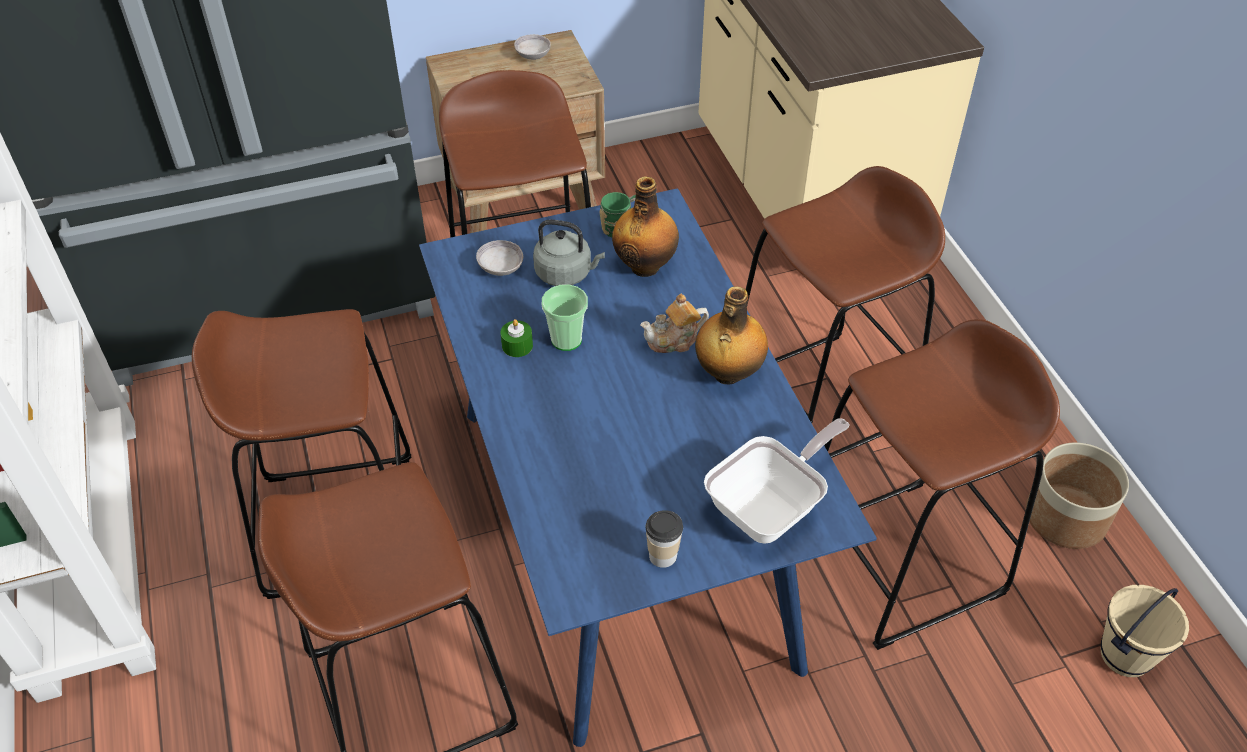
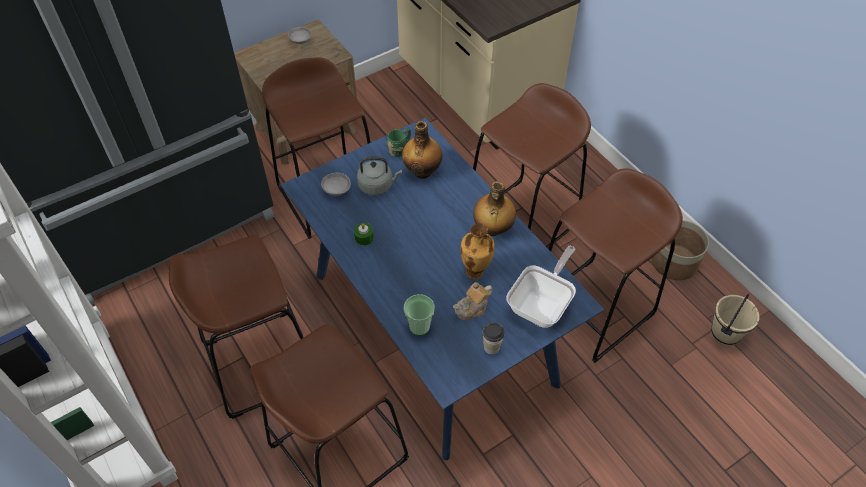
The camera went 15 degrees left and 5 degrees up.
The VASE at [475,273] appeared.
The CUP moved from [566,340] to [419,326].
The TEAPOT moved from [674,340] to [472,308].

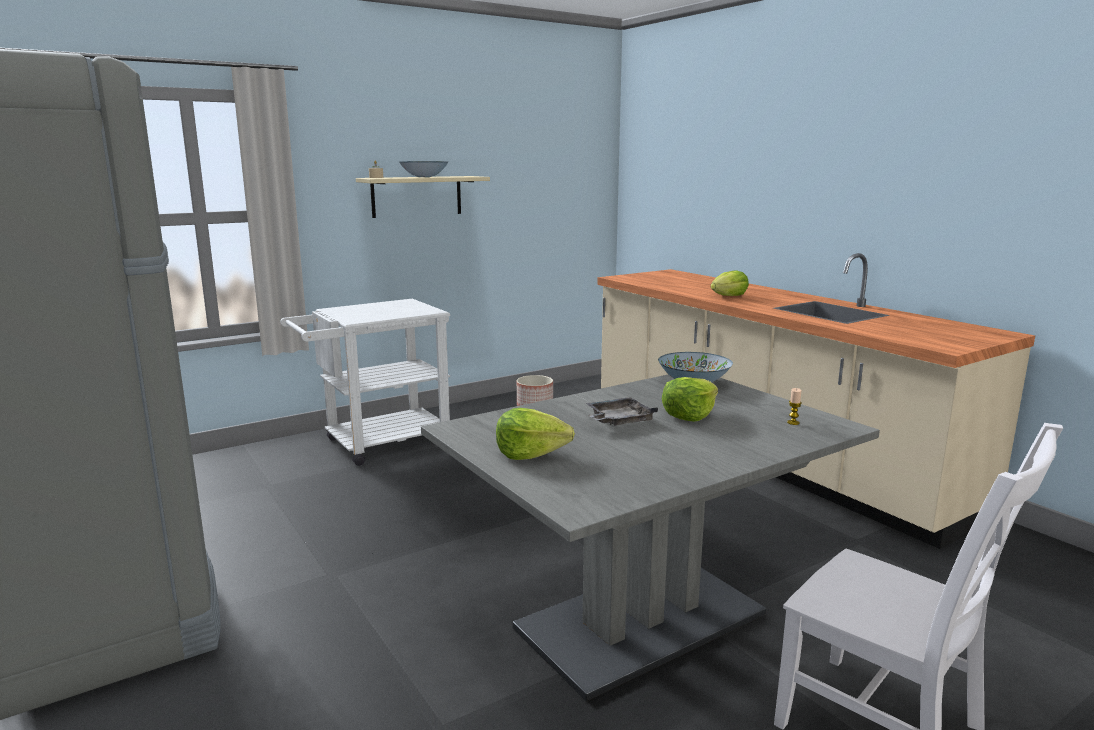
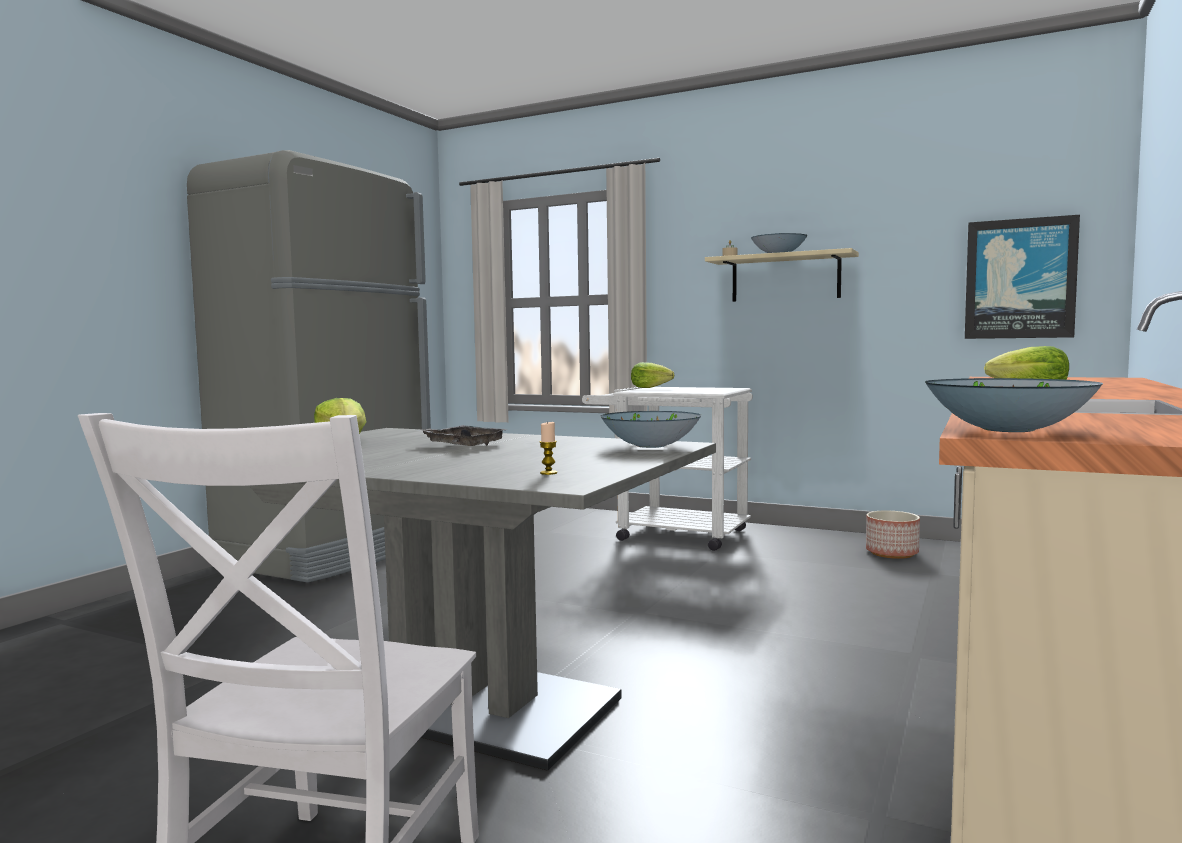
The camera went 60 degrees right and 10 degrees down.
The BOWL at [1008,430] appeared.
The PICTURE at [1020,279] appeared.
The LETTUCE moved from [689,415] to [650,387].

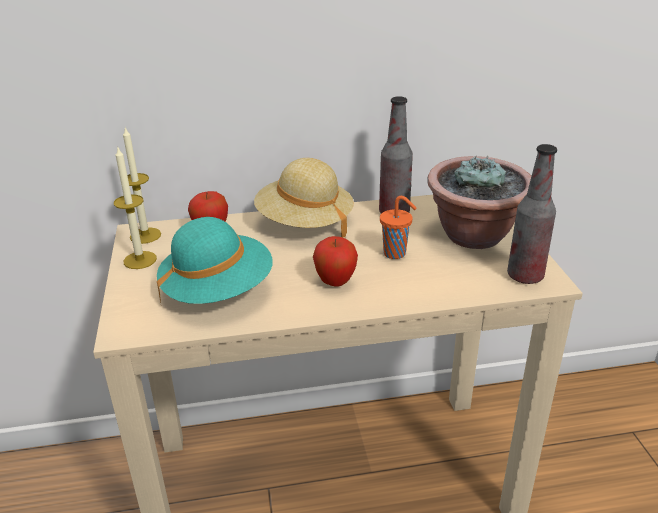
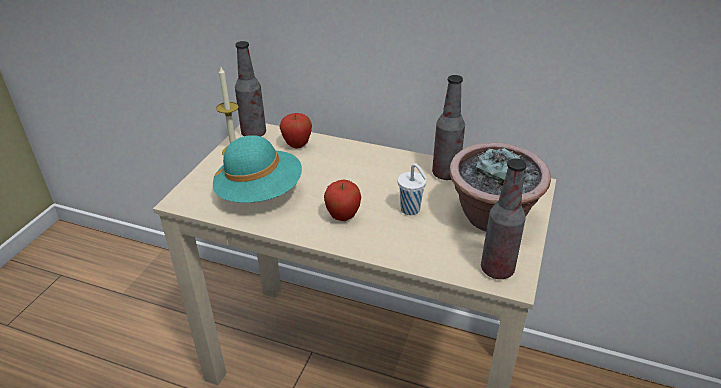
The camera went 30 degrees right and 5 degrees up.
The BEIGE HAT at [304,223] disappeared.
The CANDLE at [145,235] was replaced by the BOTTLE at [254,133].
The ORANGE CUP at [396,254] became the WHITE CUP at [411,210].

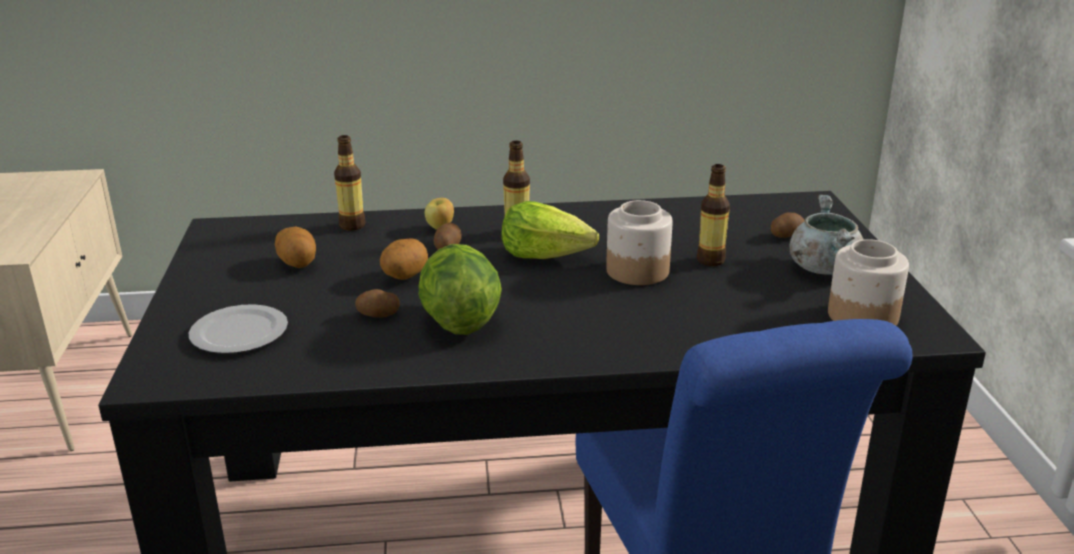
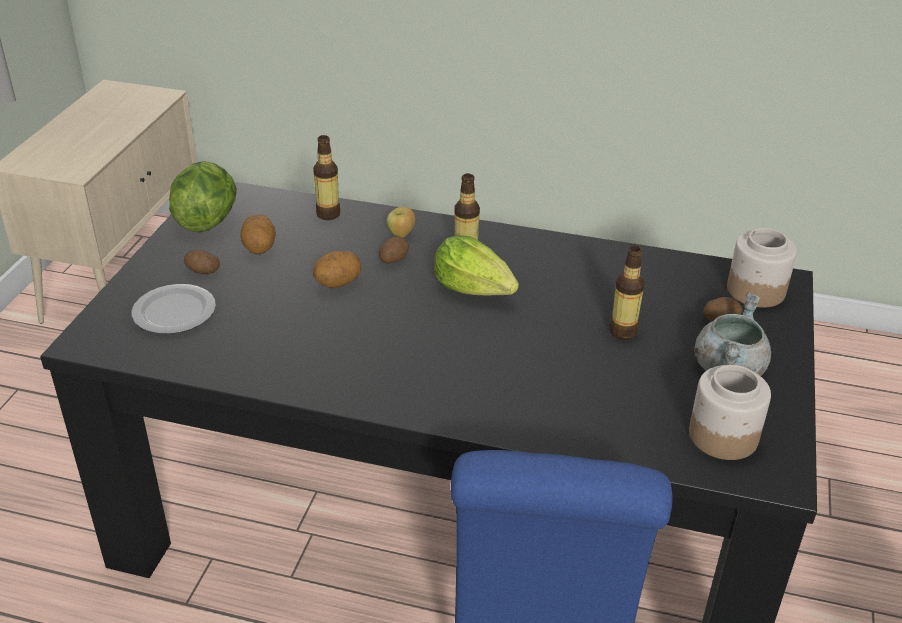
The camera went 20 degrees right and 10 degrees up.
The POTATO moved from [378,315] to [202,271].
The LETTUCE moved from [458,321] to [207,220].
The JAR moved from [636,271] to [755,290].

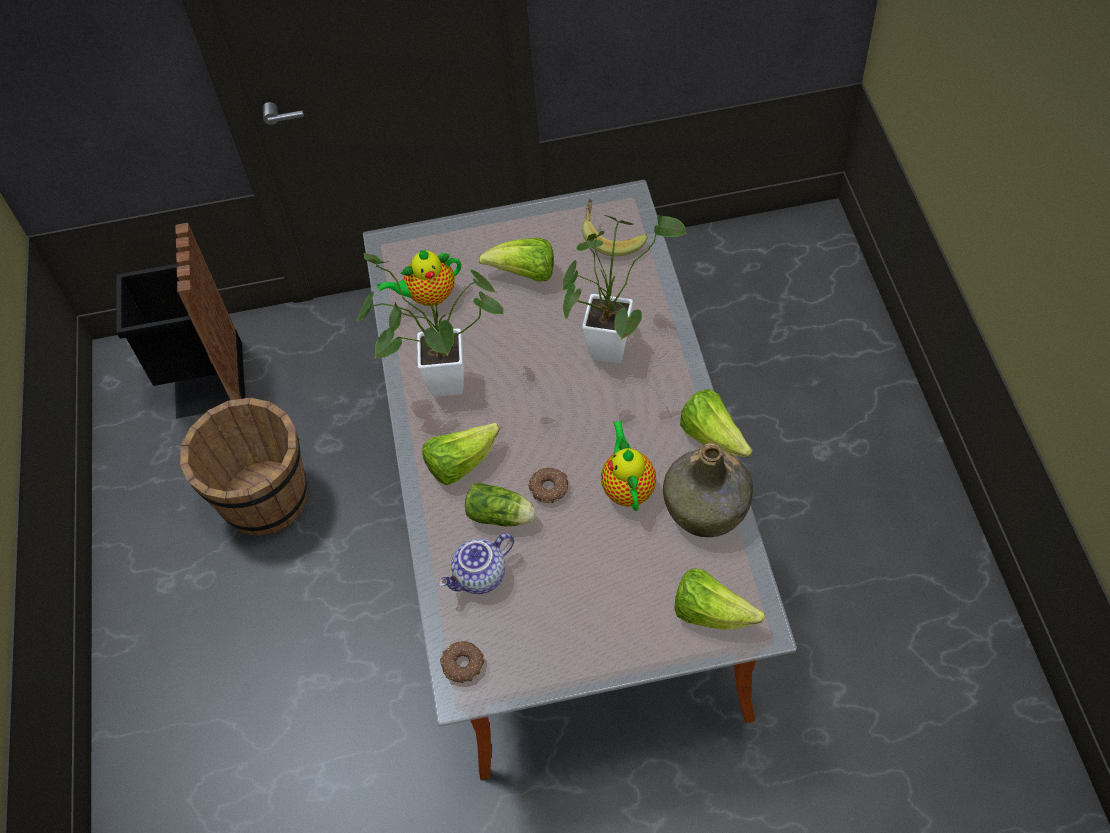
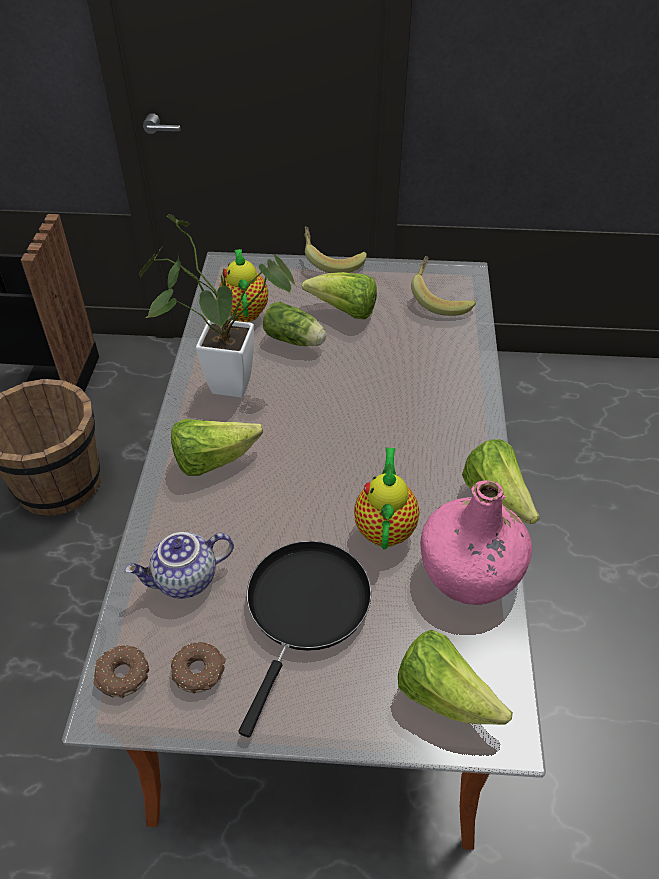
The camera went 10 degrees right and 10 degrees down.
The POTTED PLANT at [611,343] disappeared.
The BLACK FRYING PAN at [305,609] appeared.
The BANANA at [332,262] appeared.
The LETTUCE moved from [502,516] to [296,340].
The DONUT moved from [549,488] to [199,671].
The GREEN BOTTLE at [707,507] became the PINK BOTTLE at [471,570].
The TEAPOT at [428,296] turned 90 degrees clockwise.

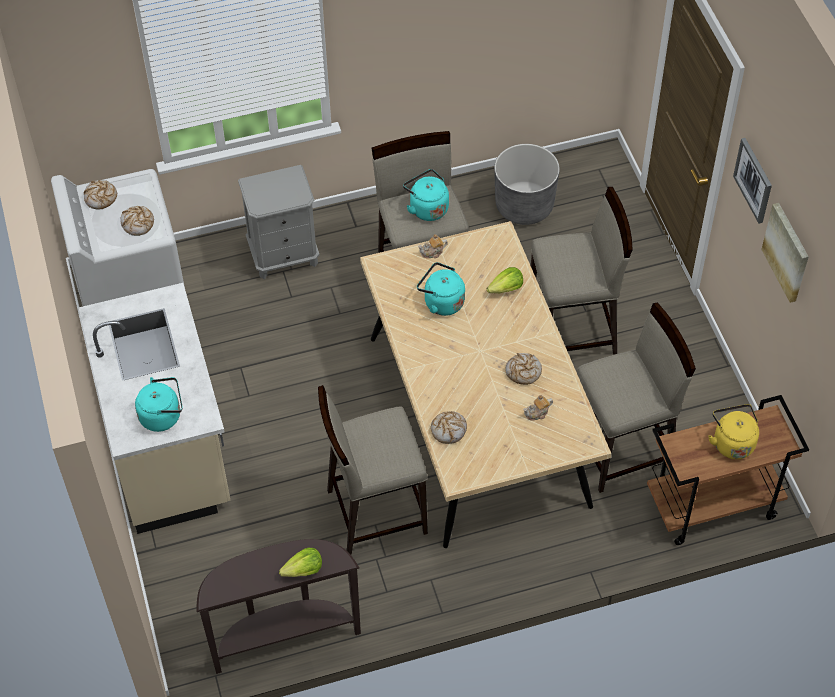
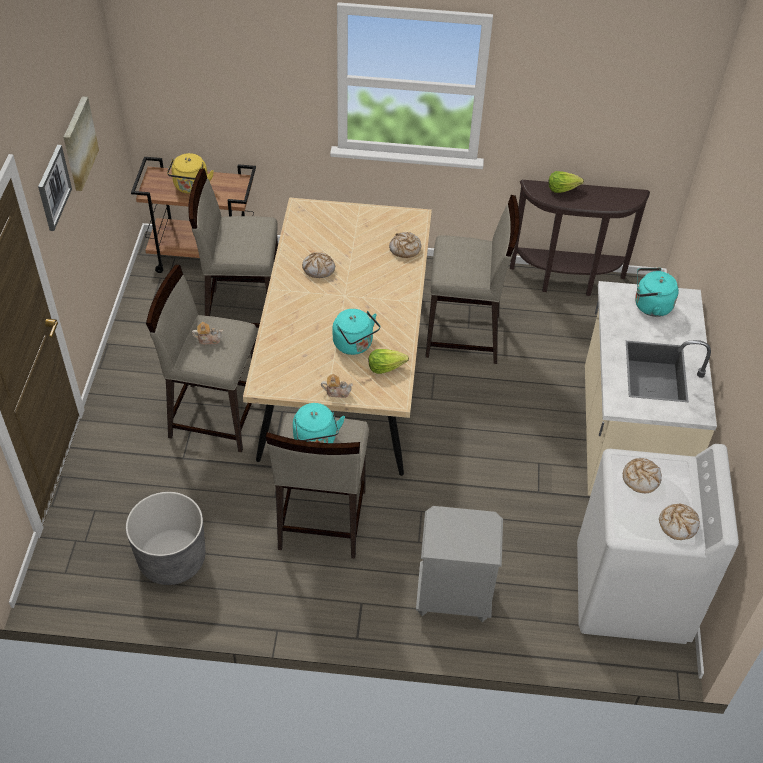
The camera went 160 degrees left and 5 degrees down.
The LETTUCE moved from [506,289] to [385,367].
The TEAPOT moved from [537,413] to [208,339].

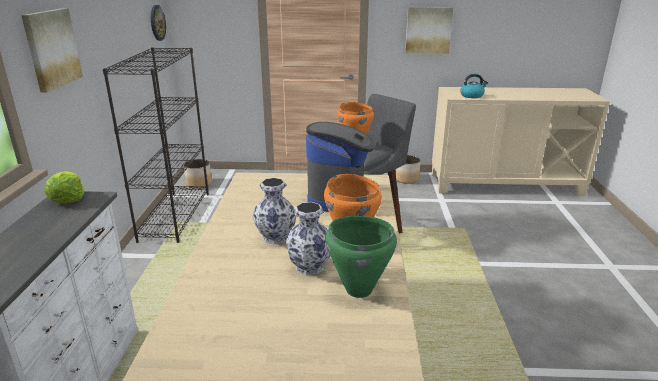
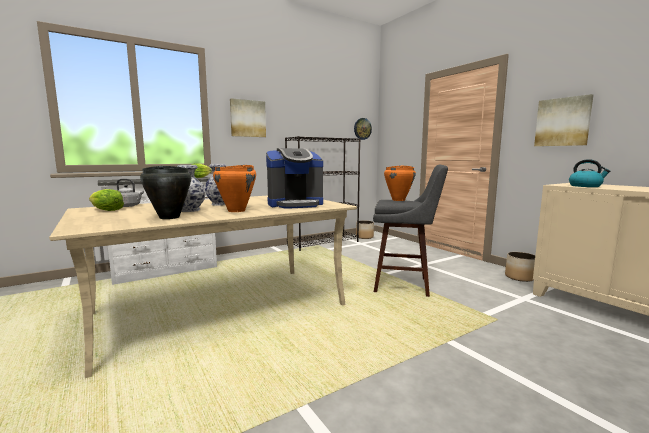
The camera went 55 degrees right and 15 degrees down.
The LETTUCE at [106,210] appeared.
The GREY KETTLE at [129,206] appeared.
The GREEN COOKING POT at [358,289] became the BLACK COOKING POT at [169,217].

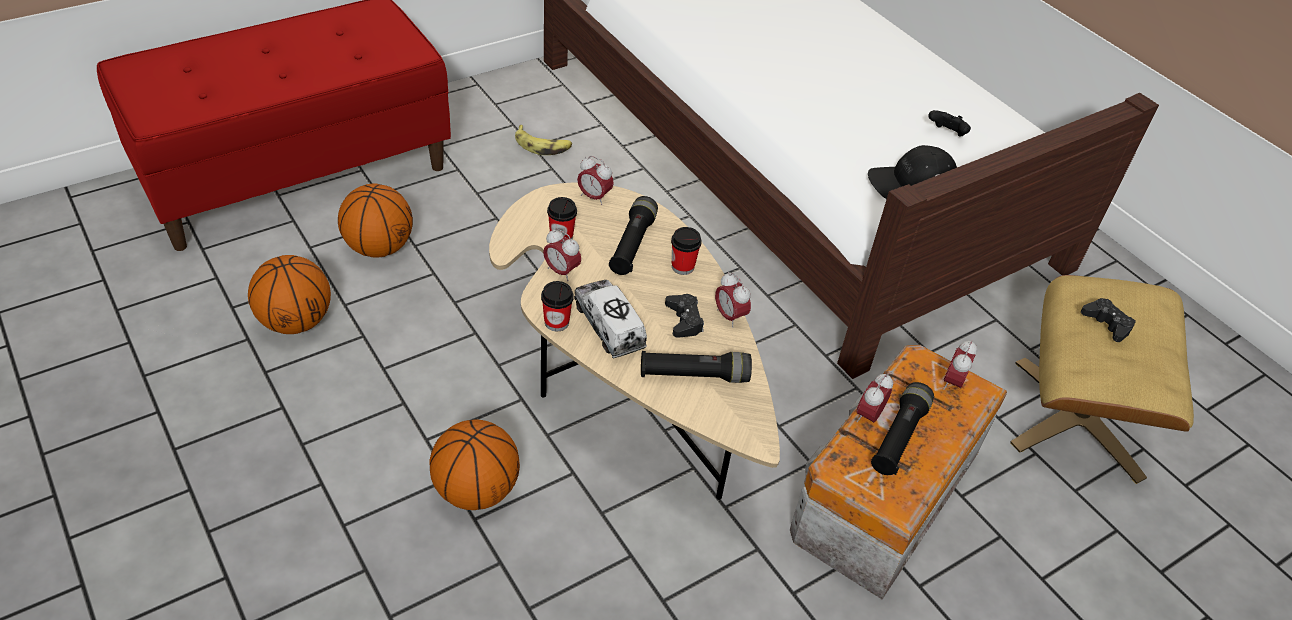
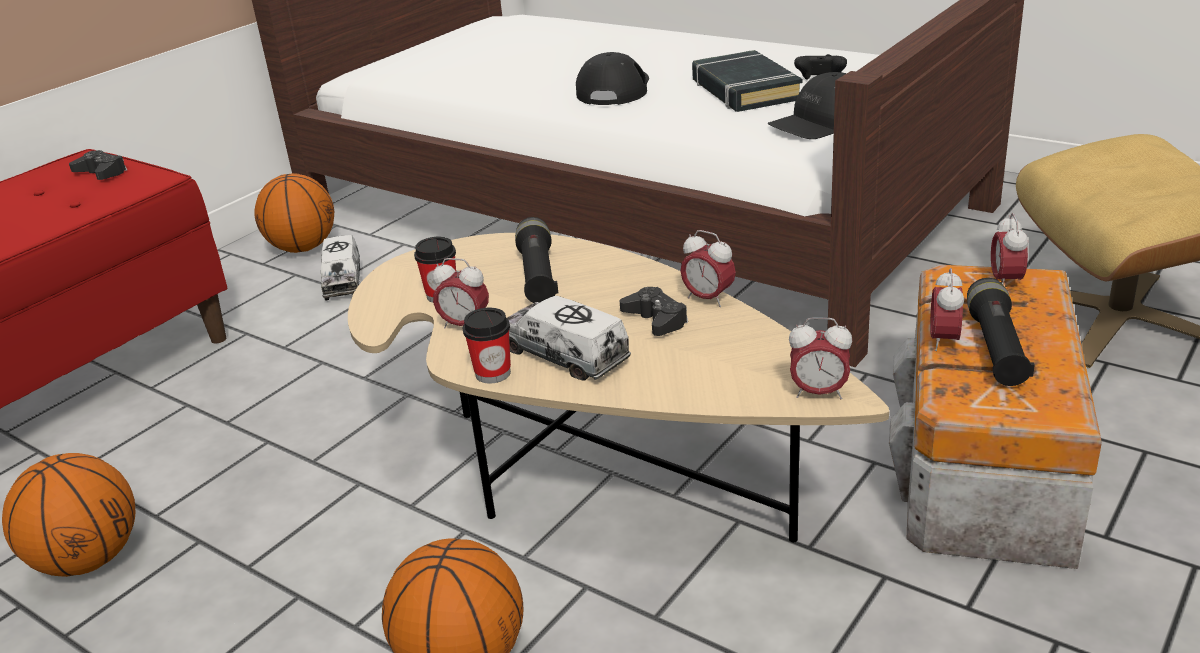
The camera went 15 degrees left and 15 degrees down.
The BLACK FLASHLIGHT at [694,375] disappeared.
The CUP at [682,267] disappeared.
The BLACK CAP at [614,89] appeared.
The BLACK BOOK at [744,90] appeared.
The BASKETBALL moved from [379,248] to [303,248].
The ALARM CLOCK moved from [594,197] to [818,393].
The BLACK GAME CONTROLLER moved from [1107,324] to [101,173].
The BANANA at [543,145] was replaced by the TOY TRUCK at [343,281].

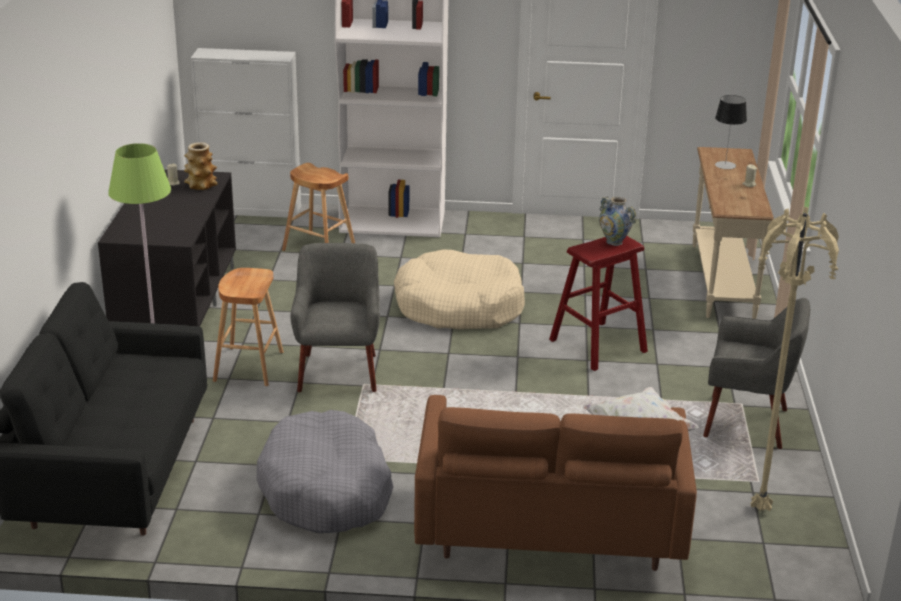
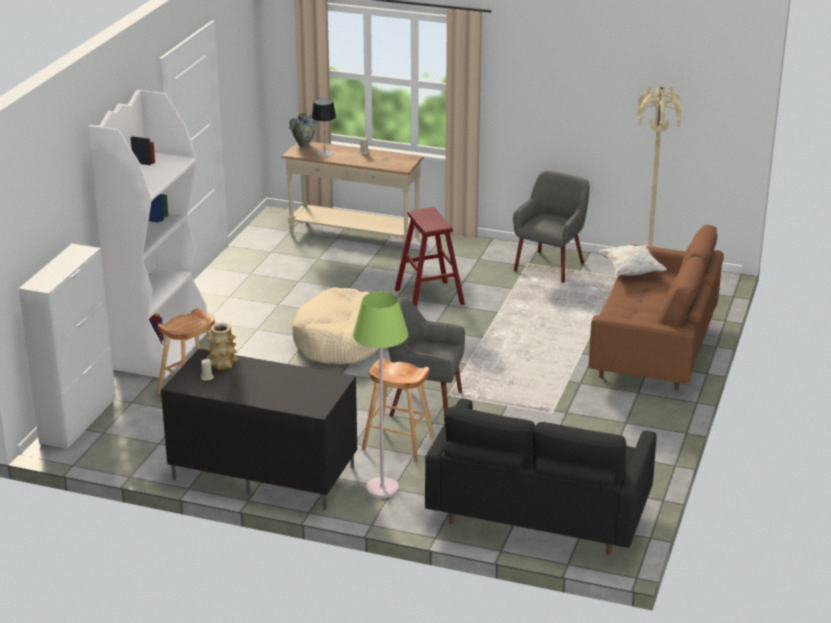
The camera went 75 degrees left and 0 degrees up.
The GREY DOG BED at [326,490] disappeared.
The VASE moved from [614,242] to [304,144].

